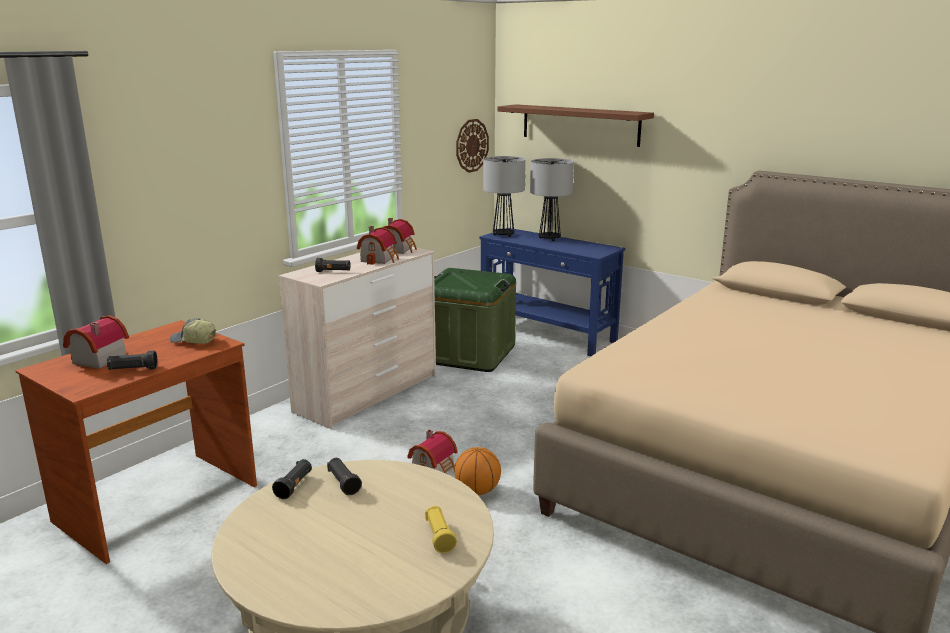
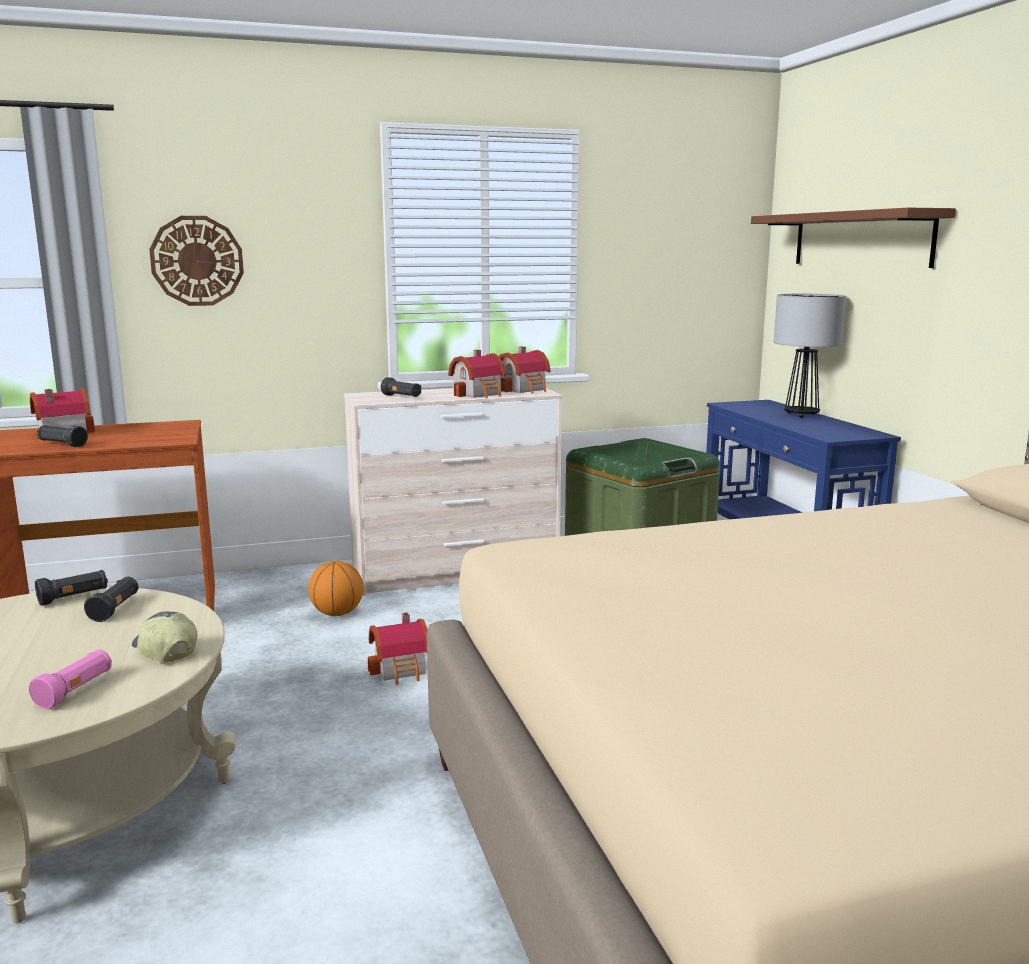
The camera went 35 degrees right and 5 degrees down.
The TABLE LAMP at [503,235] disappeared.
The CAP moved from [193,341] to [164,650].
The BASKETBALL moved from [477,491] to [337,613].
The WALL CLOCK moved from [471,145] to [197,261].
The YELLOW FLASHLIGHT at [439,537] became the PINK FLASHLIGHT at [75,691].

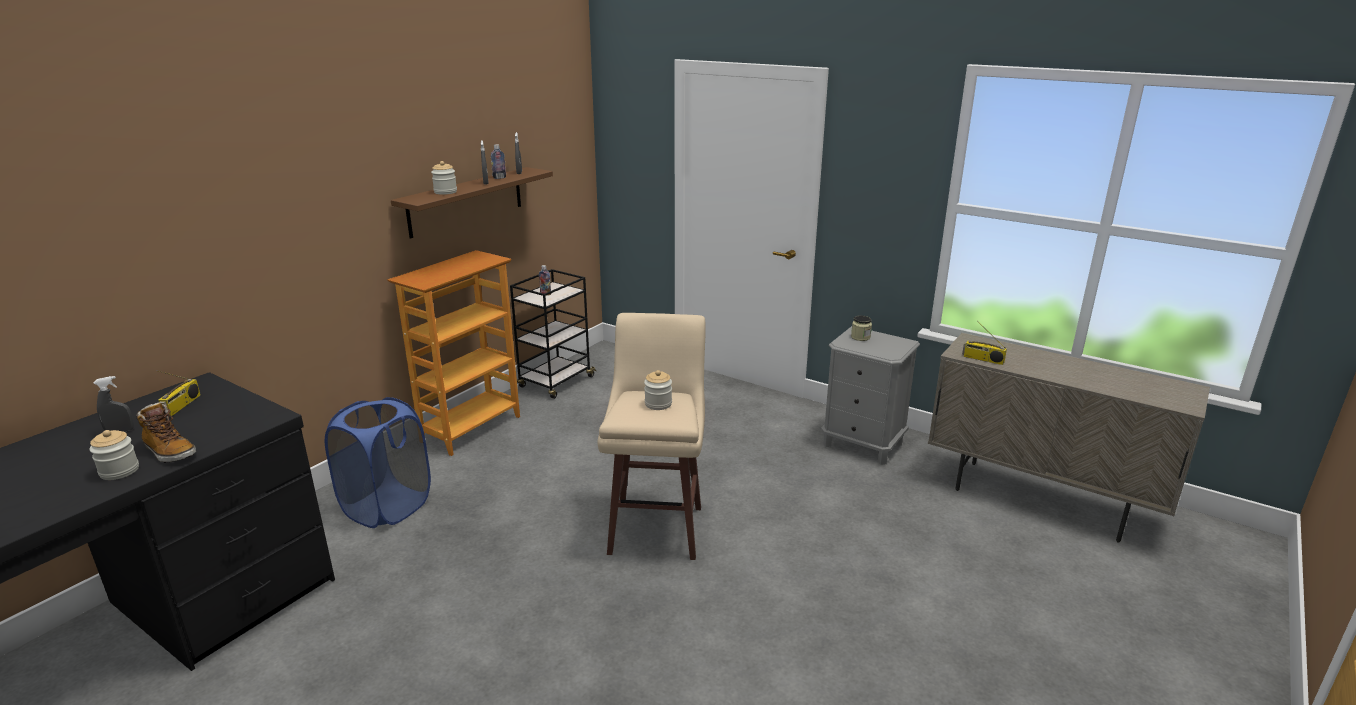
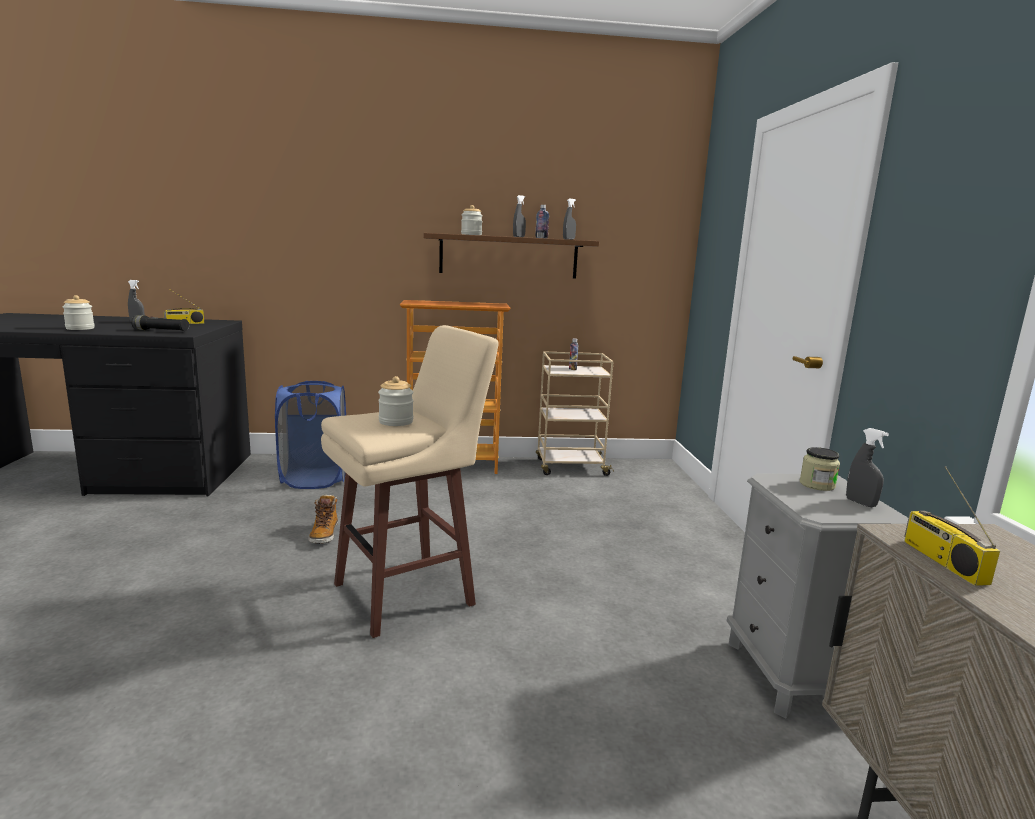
The camera went 50 degrees right and 10 degrees down.
The BLACK FLASHLIGHT at [161,331] appeared.
The GREY SPRAY BOTTLE at [860,503] appeared.
The BOOT moved from [169,452] to [324,534].
The BLACK CART at [556,382] became the BEIGE CART at [570,467].

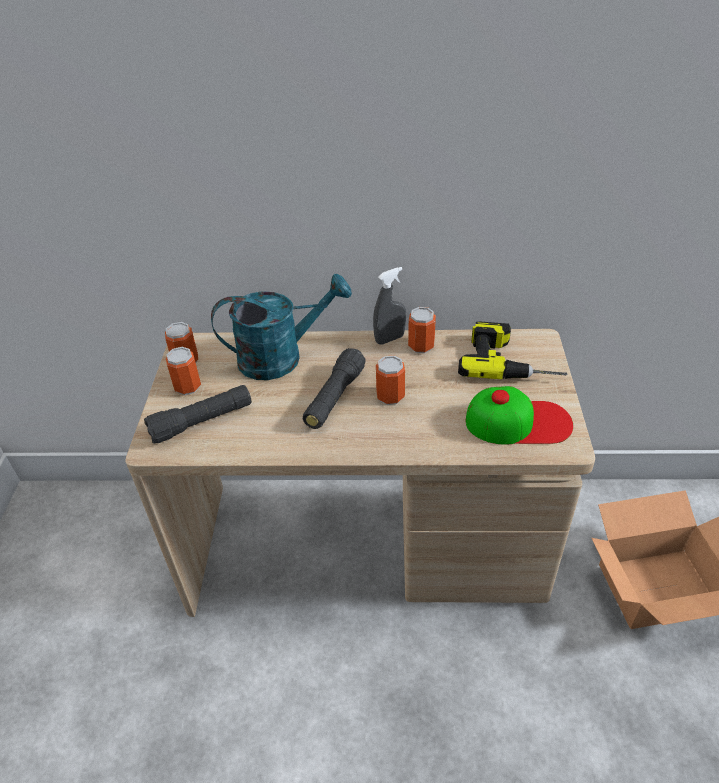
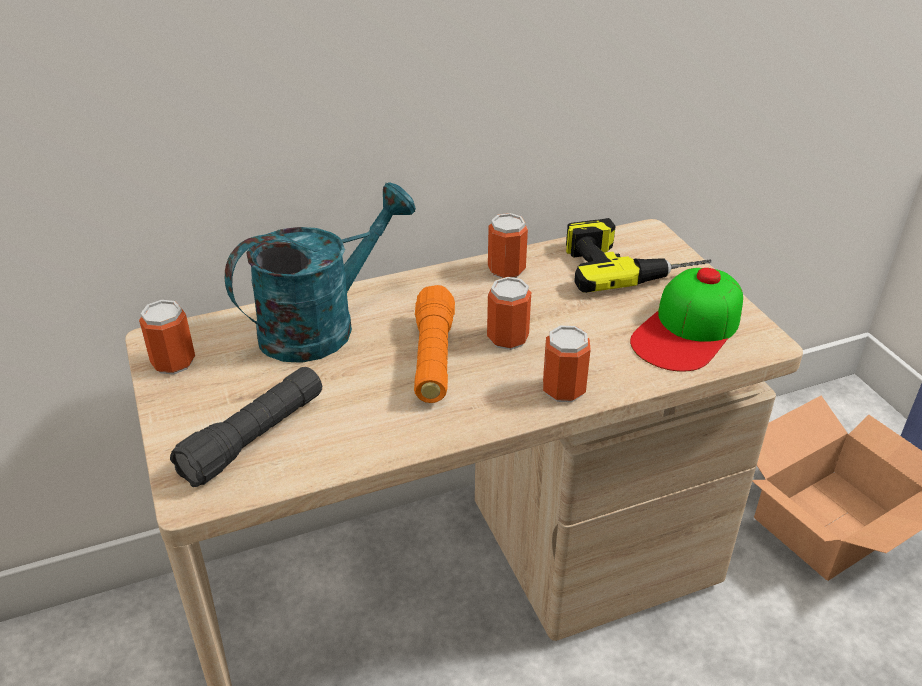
The camera went 25 degrees left and 5 degrees down.
The GREY SPRAY BOTTLE at [389,339] disappeared.
The CAN moved from [187,386] to [563,390].
The BLACK FLASHLIGHT at [334,398] became the ORANGE FLASHLIGHT at [433,358].
The CAP at [518,422] turned 150 degrees clockwise.

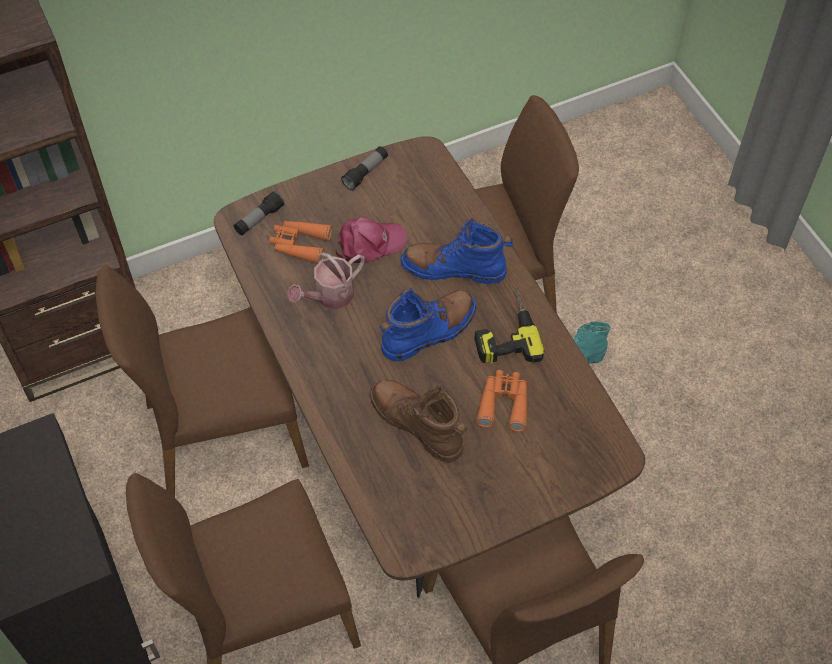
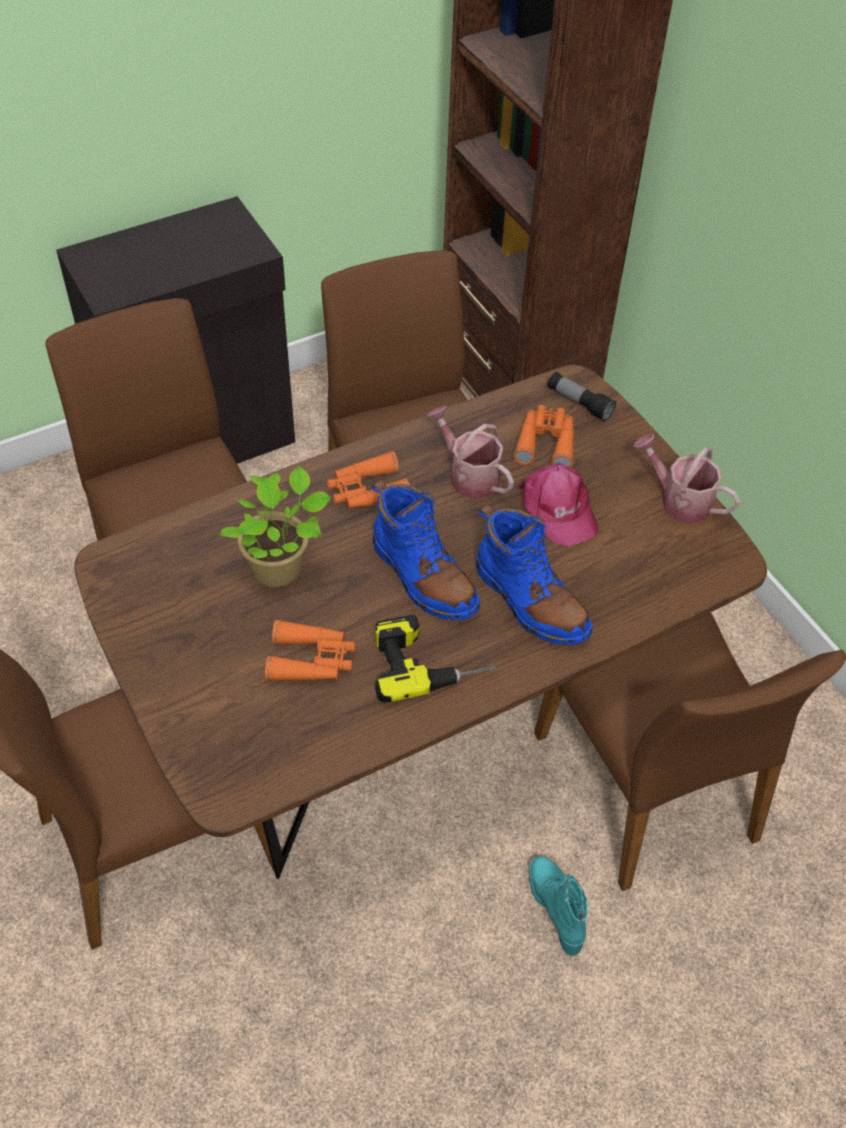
The camera went 85 degrees right and 5 degrees down.
The ORANGE BINOCULARS at [366,491] appeared.
The FLASHLIGHT at [365,173] was replaced by the WATERING CAN at [679,500].
The BROWN BOOT at [417,424] was replaced by the POTTED PLANT at [281,569].
The BLUE BOOT at [454,269] turned 135 degrees clockwise.

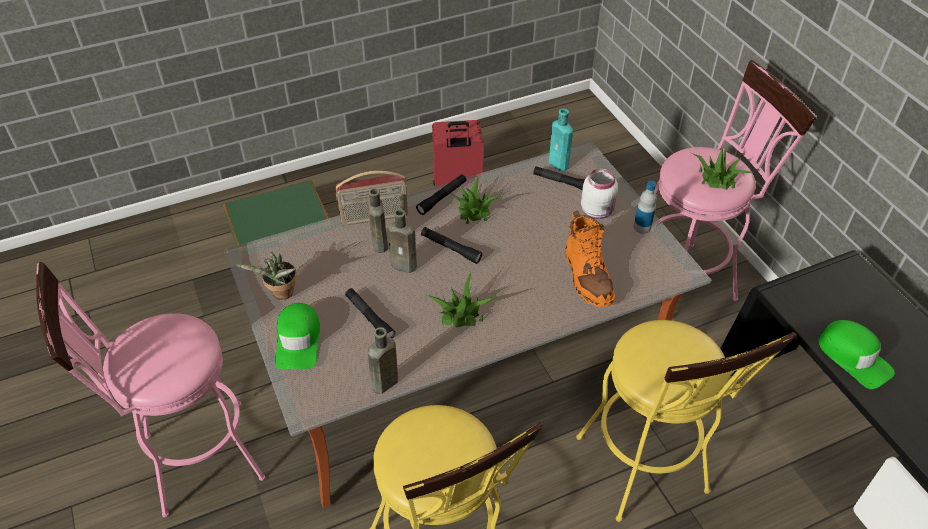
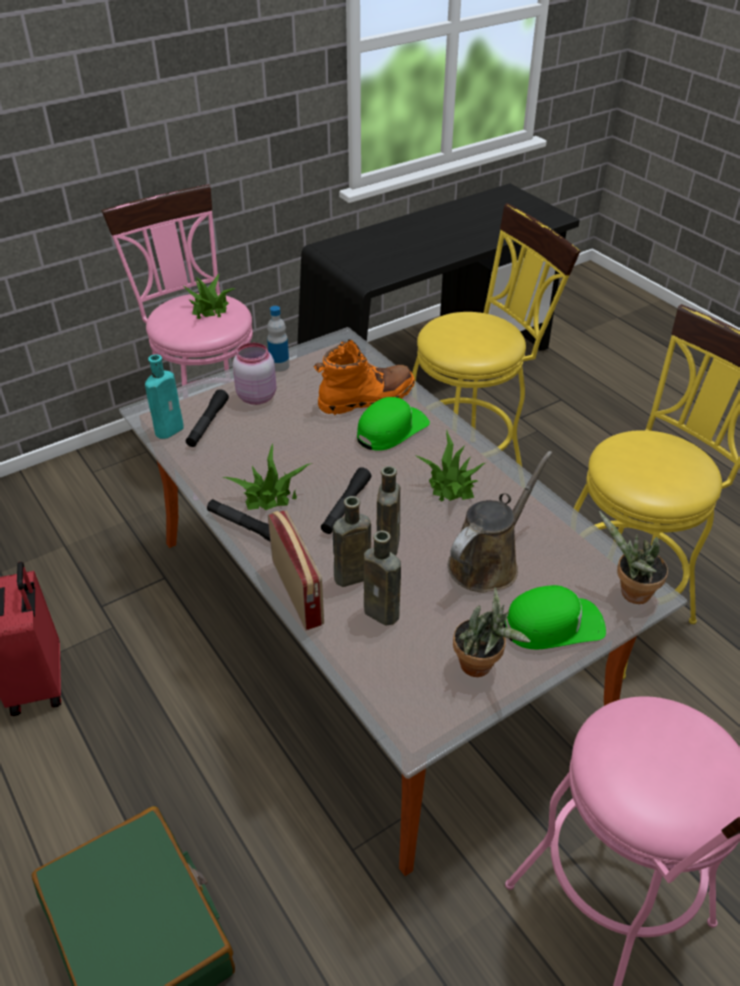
The camera went 100 degrees left and 5 degrees down.
The POTTED PLANT at [630,593] appeared.
The BROWN BOTTLE moved from [383,384] to [383,614].
The GREEN CAP moved from [853,357] to [391,429].
The BLACK FLASHLIGHT at [369,317] was replaced by the BROWN WATERING CAN at [487,562].
The WHITE JAR at [597,210] became the PINK JAR at [256,396].

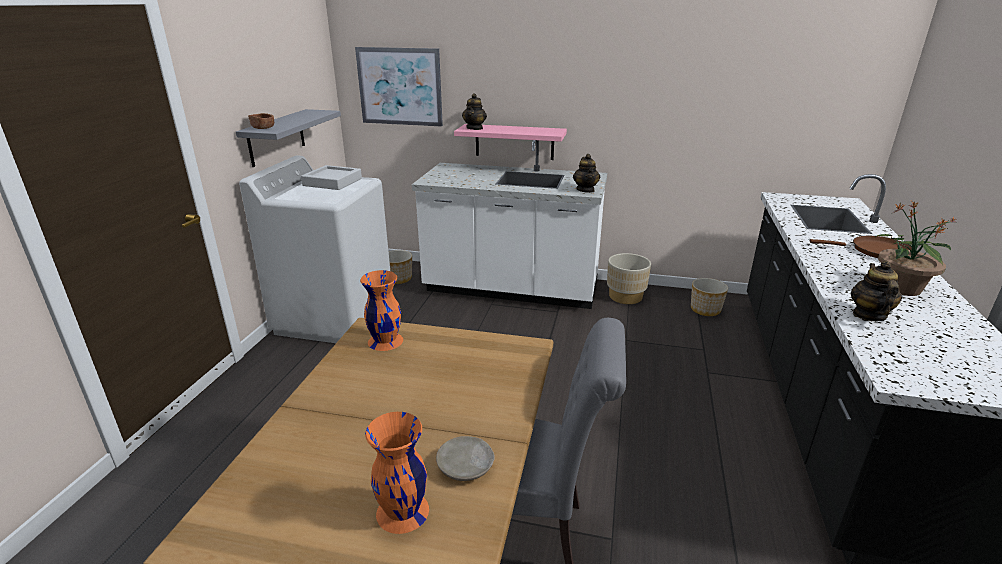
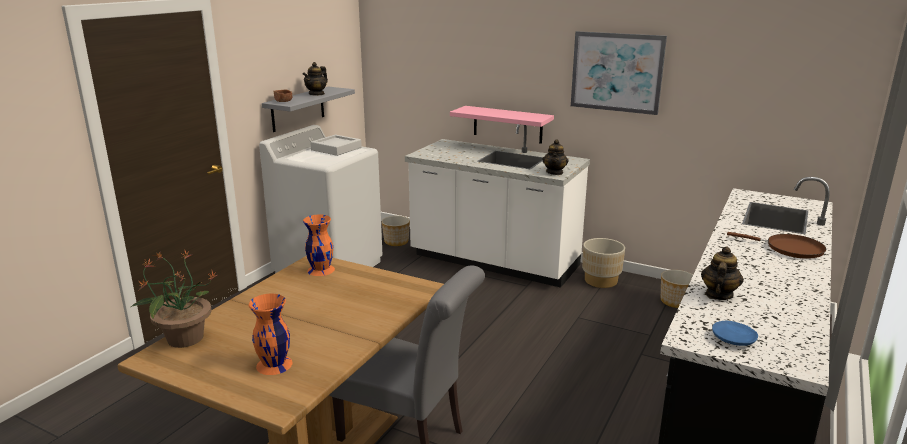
The camera went 15 degrees right and 5 degrees down.
The BEIGE PLATE at [466,466] disappeared.
The BLUE PLATE at [734,339] appeared.
The PICTURE moved from [400,86] to [616,72].
The TEAPOT moved from [475,128] to [316,94].
The POTTED PLANT moved from [900,288] to [184,338].

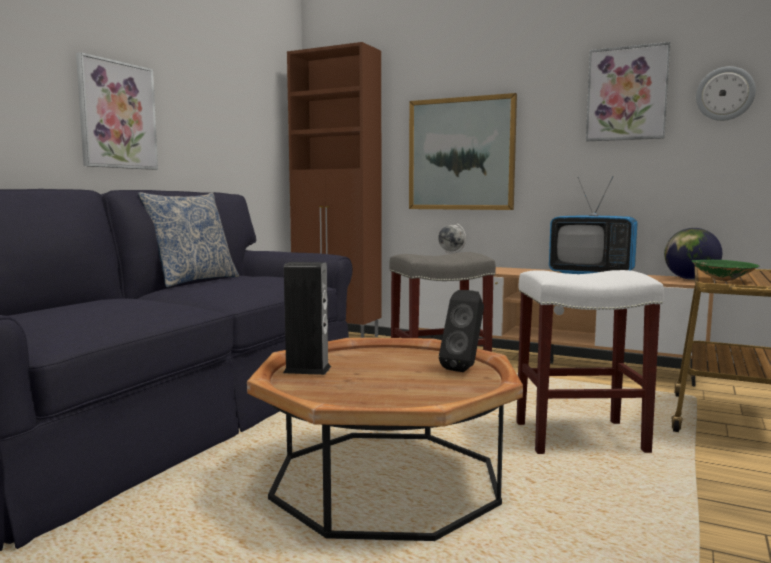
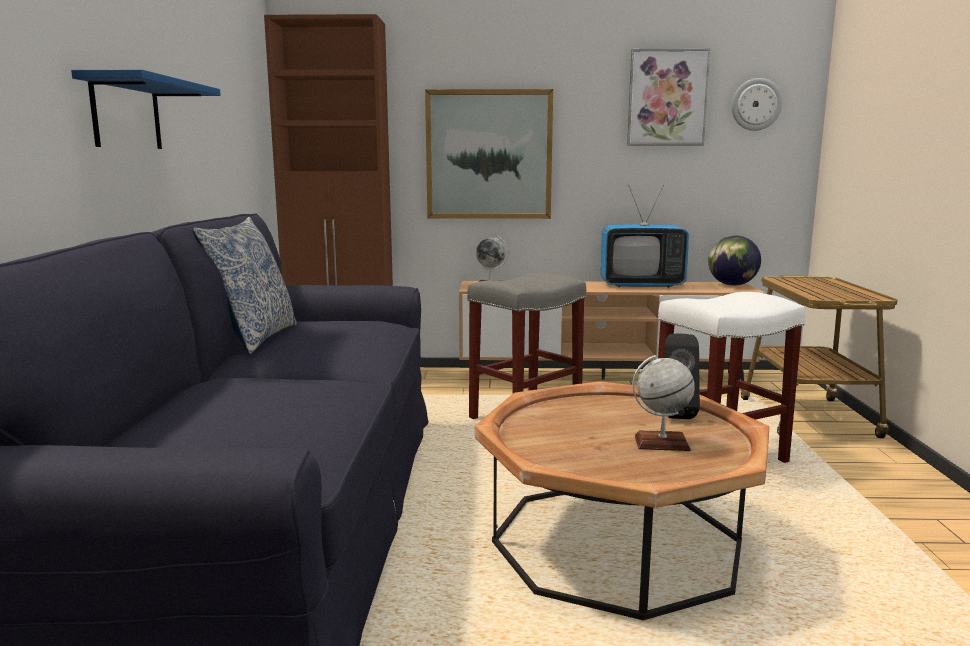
The camera went 25 degrees left and 5 degrees up.
The SPEAKER at [307,369] disappeared.
The GREEN BOWL at [724,280] disappeared.
The GLOBE at [661,443] appeared.
The PICTURE at [117,115] was replaced by the BLUE SHELF at [126,114].

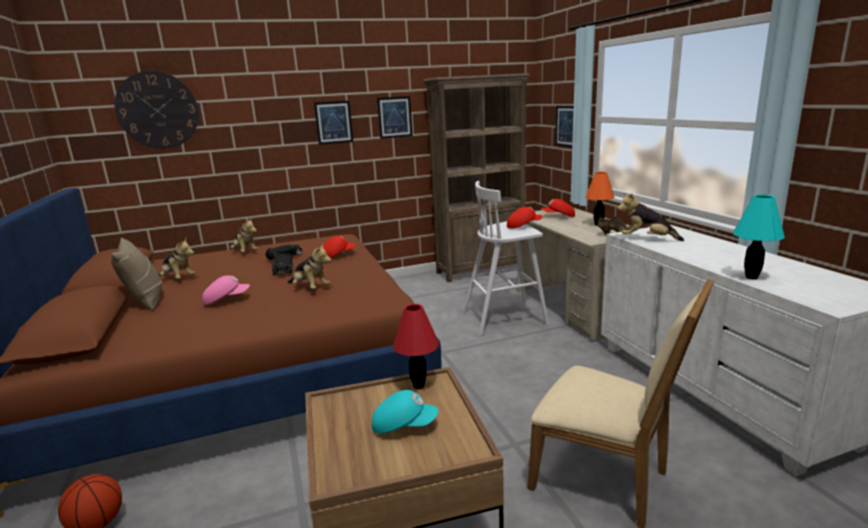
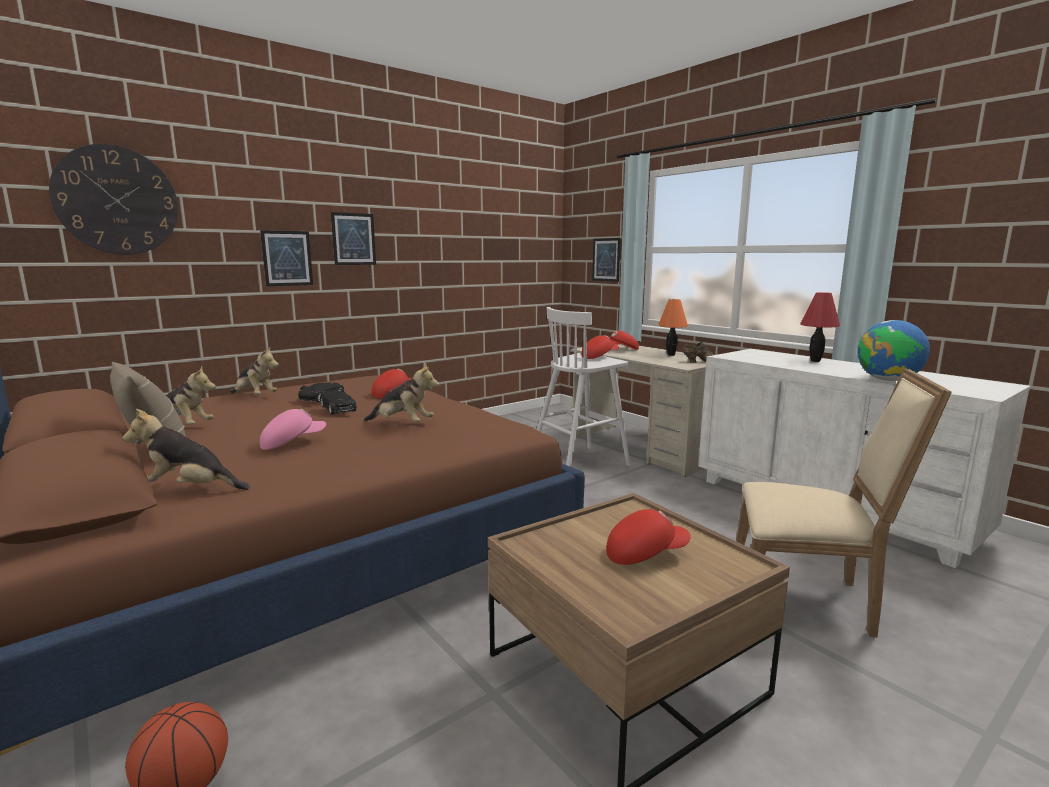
The camera went 20 degrees left and 5 degrees down.
The BROWN BOOKCASE at [481,270] disappeared.
The PICTURE moved from [395,117] to [287,258].
The RED TABLE LAMP moved from [418,385] to [814,361].
The PLUSH TOY moved from [647,239] to [190,489].
The TURQUOISE TABLE LAMP at [752,277] was replaced by the GLOBE at [888,380].
The TURQUOISE CAP at [404,425] became the RED CAP at [645,554].

